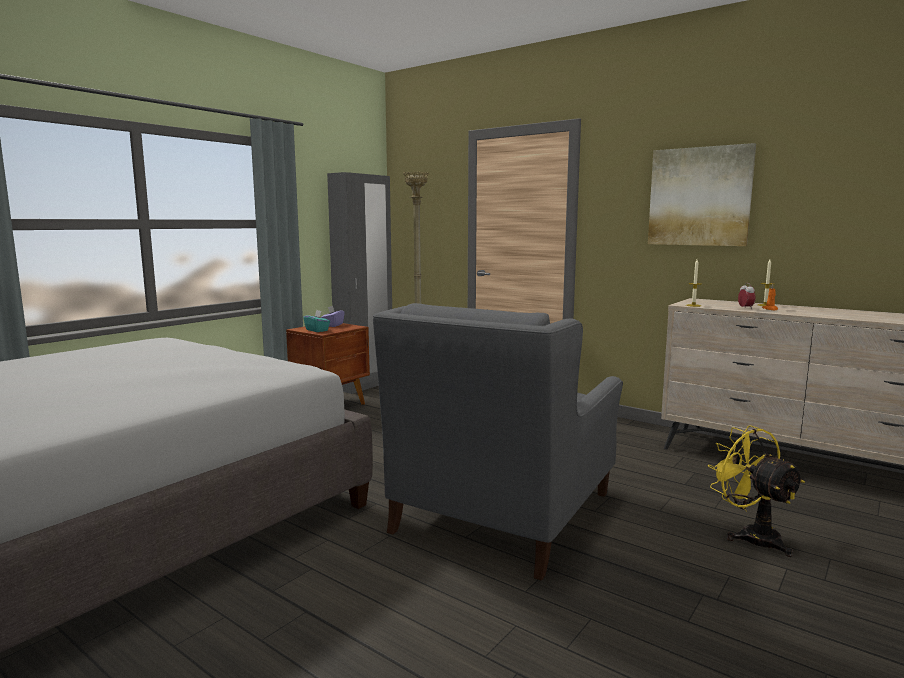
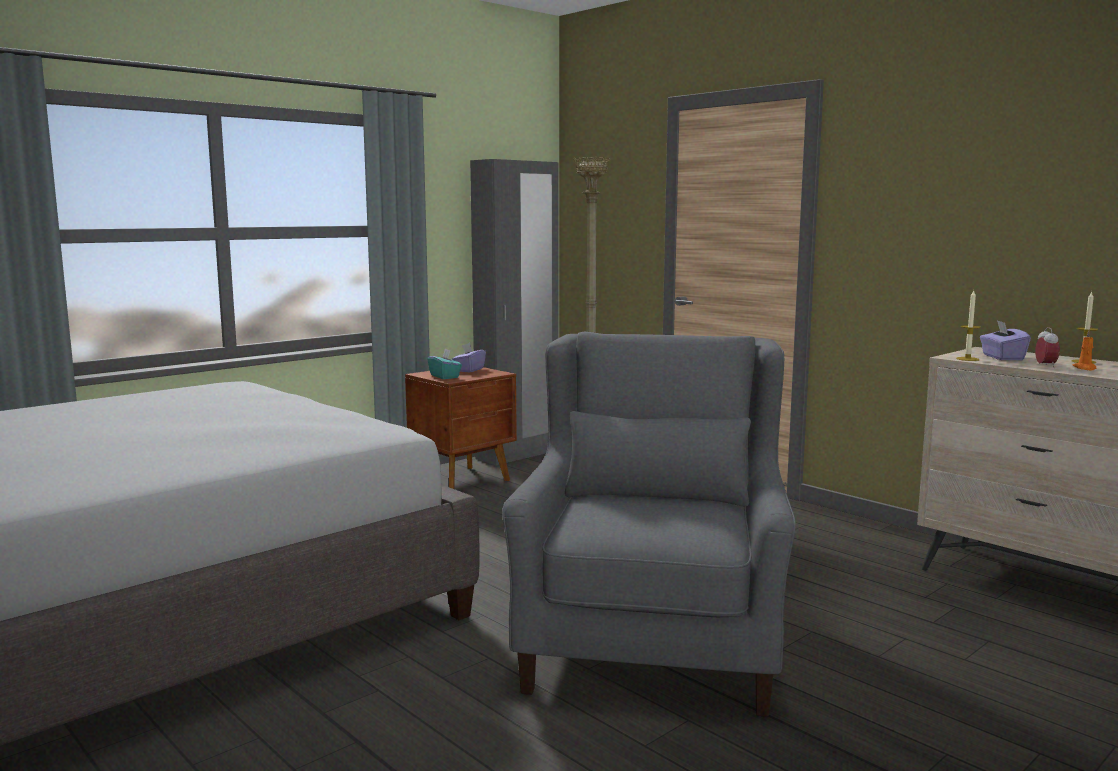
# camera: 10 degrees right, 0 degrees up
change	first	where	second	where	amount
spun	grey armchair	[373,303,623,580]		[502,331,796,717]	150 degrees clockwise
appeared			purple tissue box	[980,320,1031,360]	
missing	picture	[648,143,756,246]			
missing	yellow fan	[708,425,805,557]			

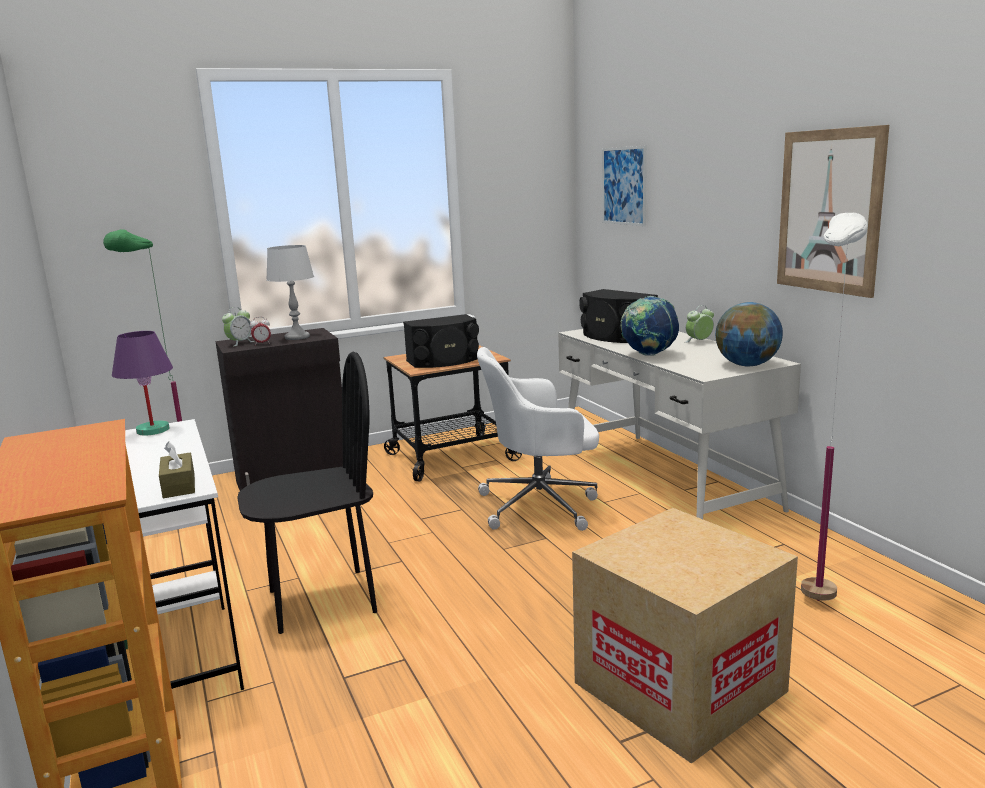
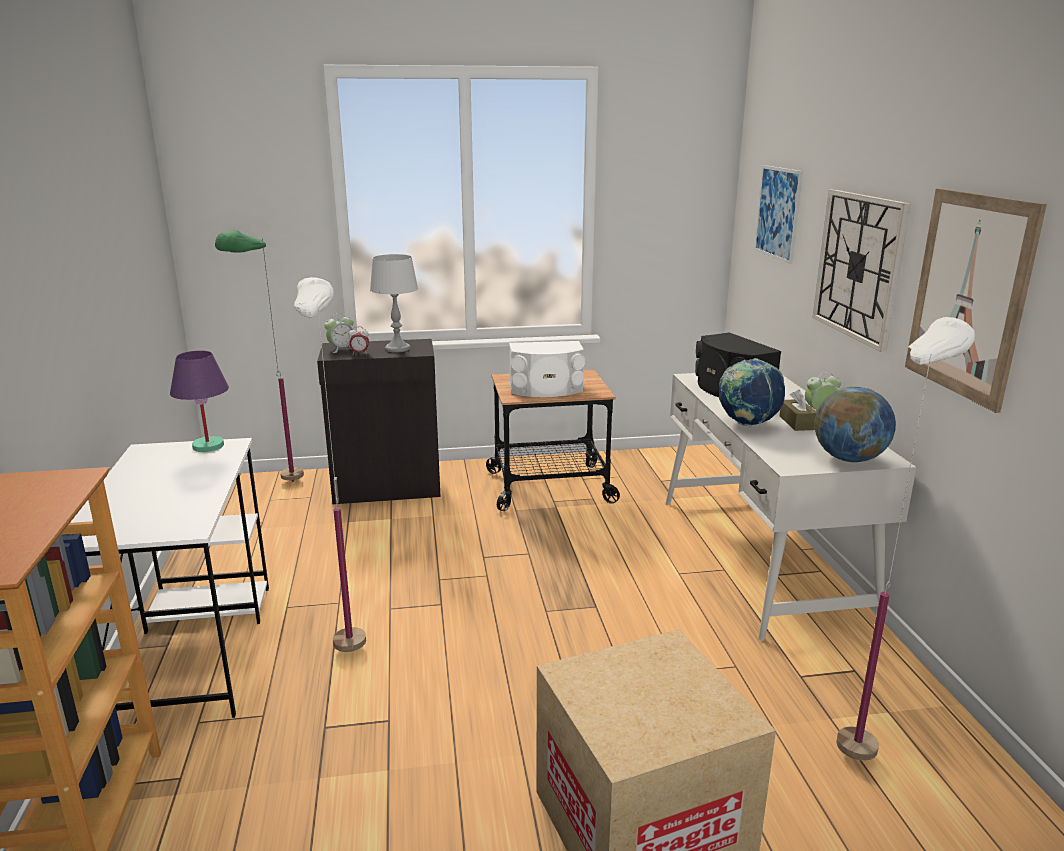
# camera: 15 degrees right, 5 degrees up
change	first	where	second	where	amount
exchanged	black chair	[237,352,377,634]	white floor lamp	[294,277,366,652]	
colour	black speaker	[403,314,479,368]	white speaker	[509,341,585,397]	
relocated	brown tissue box	[159,441,195,498]		[779,390,817,431]	
appeared			wall clock	[812,190,911,352]	
missing	white office chair	[477,347,599,531]			

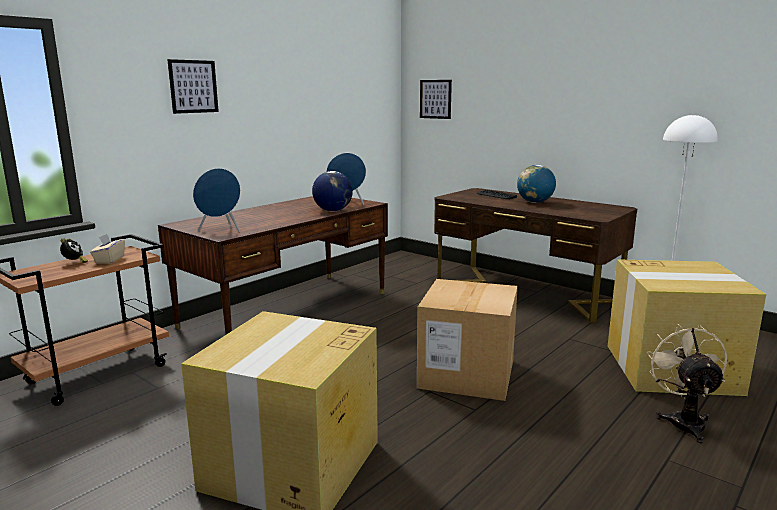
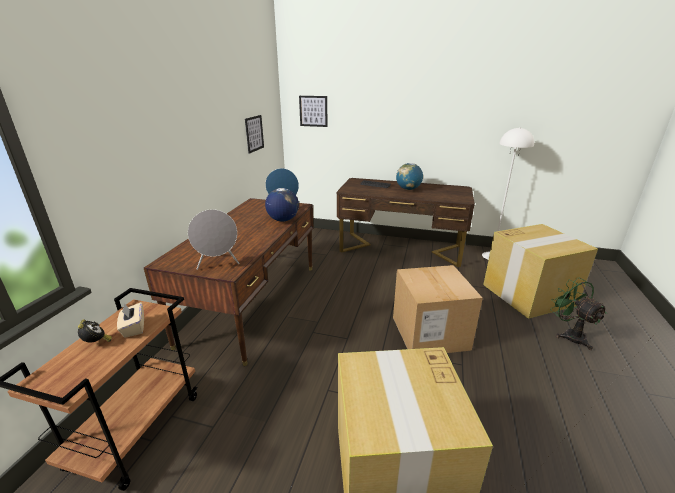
# camera: 25 degrees left, 10 degrees up
change	first	where	second	where	amount
colour	blue speaker	[193,168,241,233]	grey speaker	[188,209,240,270]	
relocated	picture	[167,59,219,114]		[245,115,264,154]	
colour	beige fan	[647,324,727,443]	green fan	[550,278,607,350]	

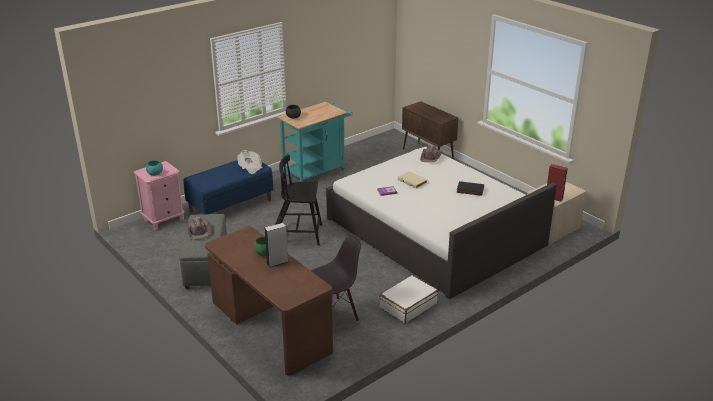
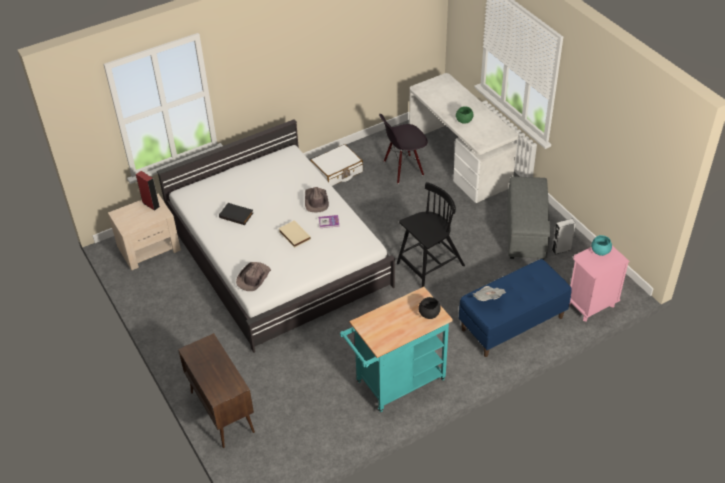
# camera: 170 degrees left, 15 degrees up
change	first	where	second	where	amount
relocated	brown hat	[186,217,210,240]		[305,187,329,212]	
spun	black chair	[275,154,322,246]		[397,182,465,287]	45 degrees counterclockwise
colour	brown desk	[205,226,333,376]	white desk	[409,73,519,203]	
relocated	grey speaker	[264,223,288,267]		[552,219,576,255]	

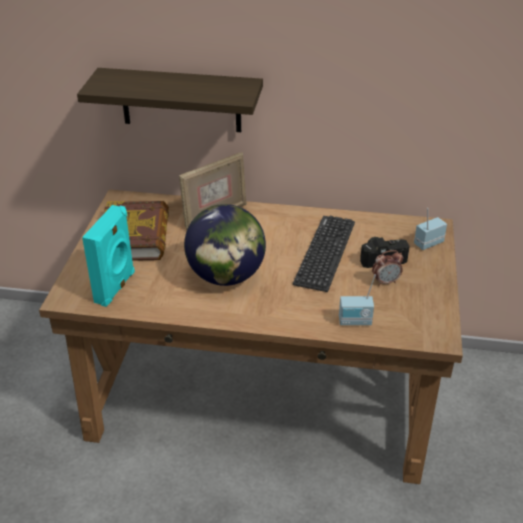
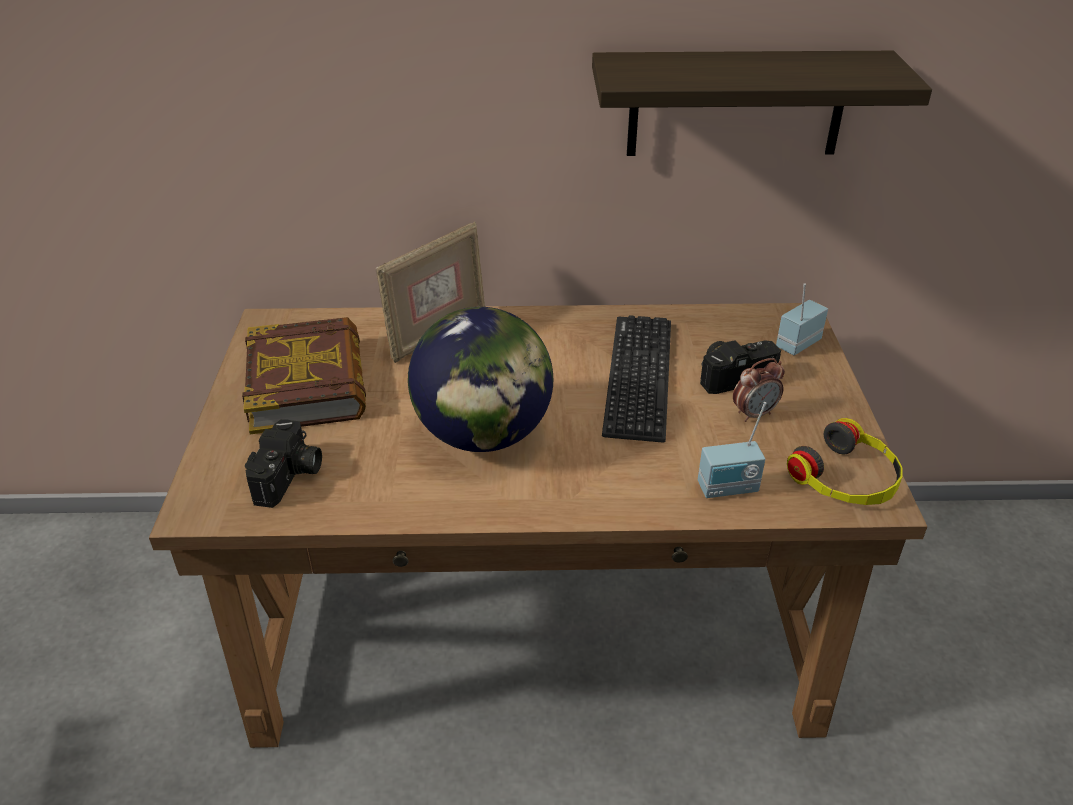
# camera: 10 degrees left, 0 degrees up
change	first	where	second	where	amount
exchanged	turquoise speaker	[82,205,135,307]	photo camera	[245,419,322,508]	
relocated	shelf	[77,68,263,132]		[592,51,932,156]	
appeared			headphones	[787,418,903,505]	

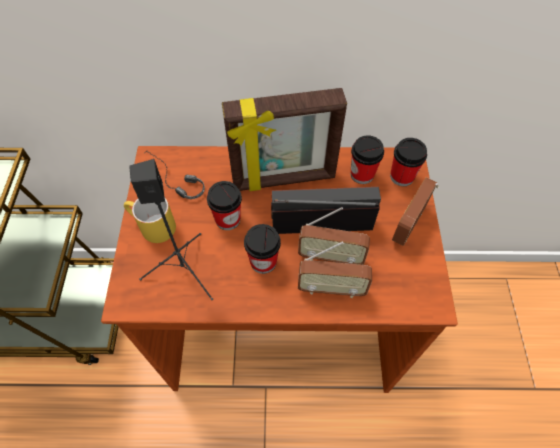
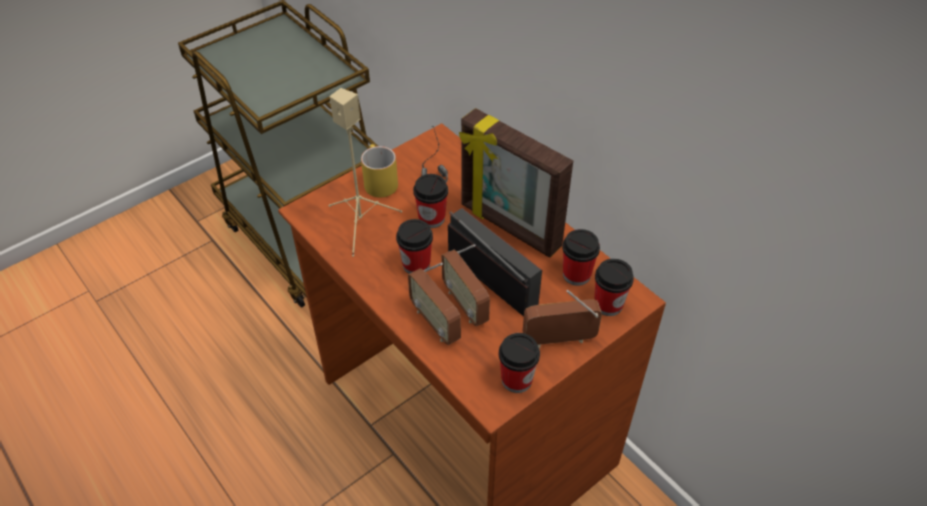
# camera: 50 degrees right, 10 degrees down
change	first	where	second	where	amount
colour	black speaker	[129,159,213,300]	beige speaker	[328,88,402,257]	
appeared			cup	[499,333,540,393]	

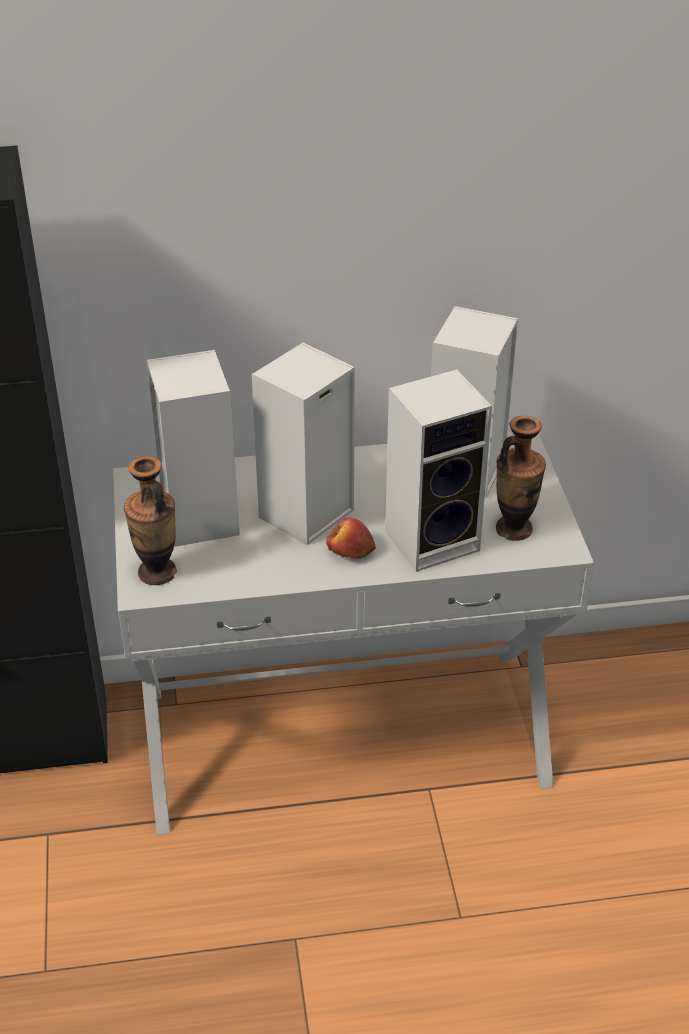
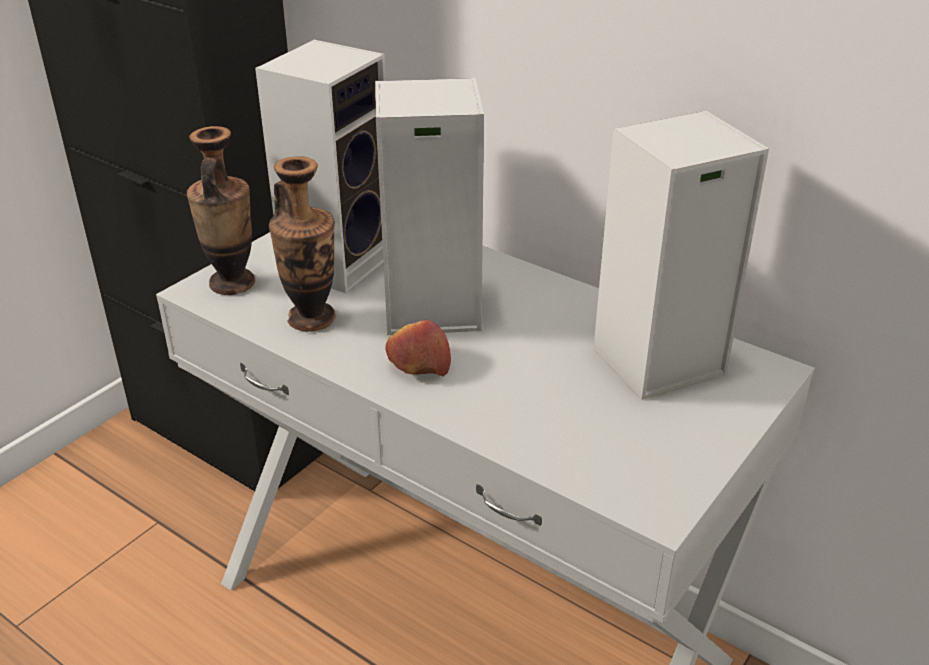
# camera: 45 degrees right, 5 degrees down
change	first	where	second	where	amount
relocated	vase	[496,416,546,541]		[269,156,335,332]	
missing	speaker	[385,369,492,572]			

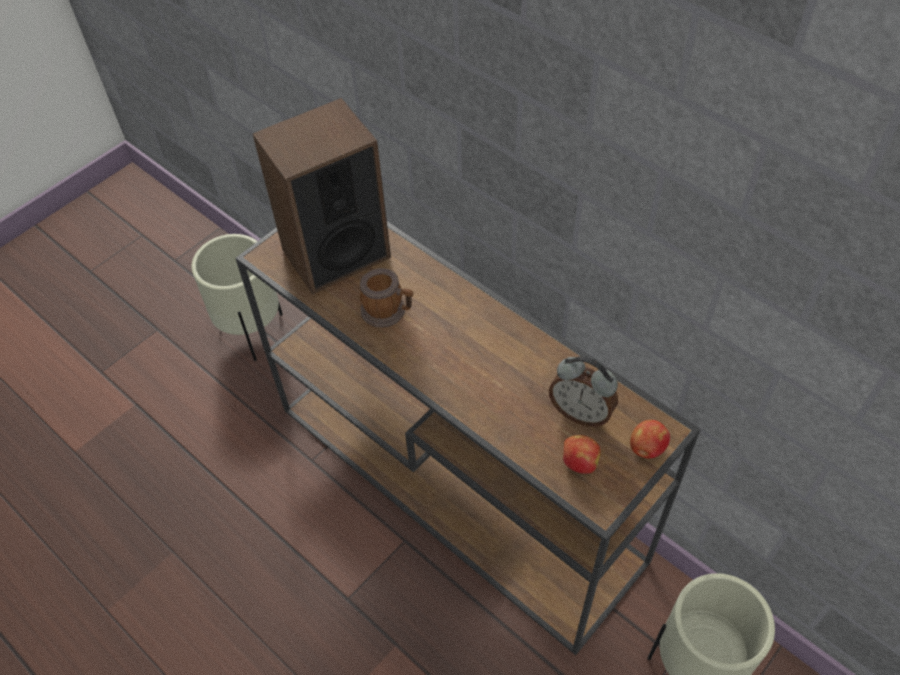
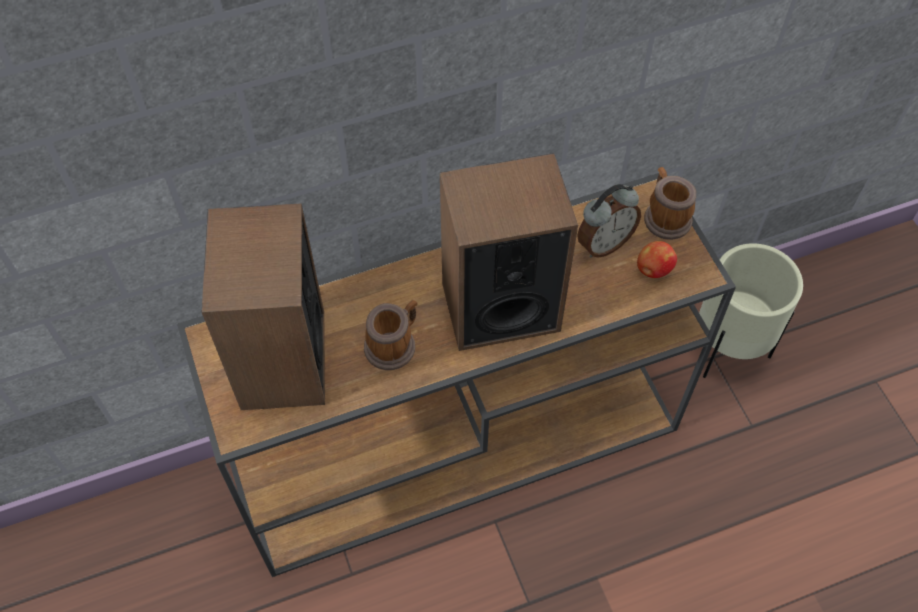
# camera: 65 degrees left, 5 degrees up
change	first	where	second	where	amount
appeared			speaker	[440,153,578,351]	
exchanged	apple	[630,420,670,458]	mug	[644,167,696,240]	
missing	beige planter	[192,234,283,361]			

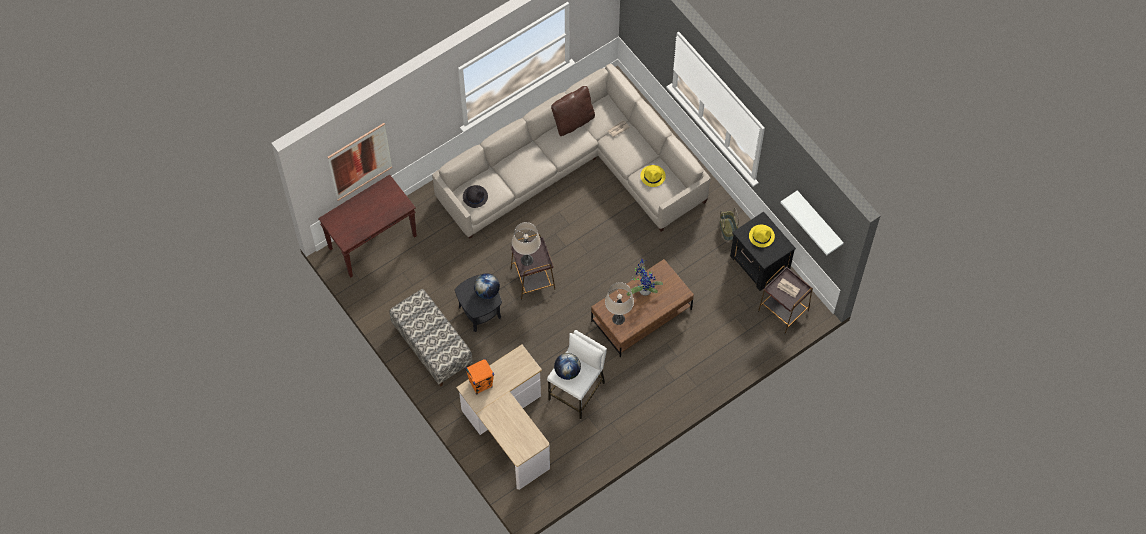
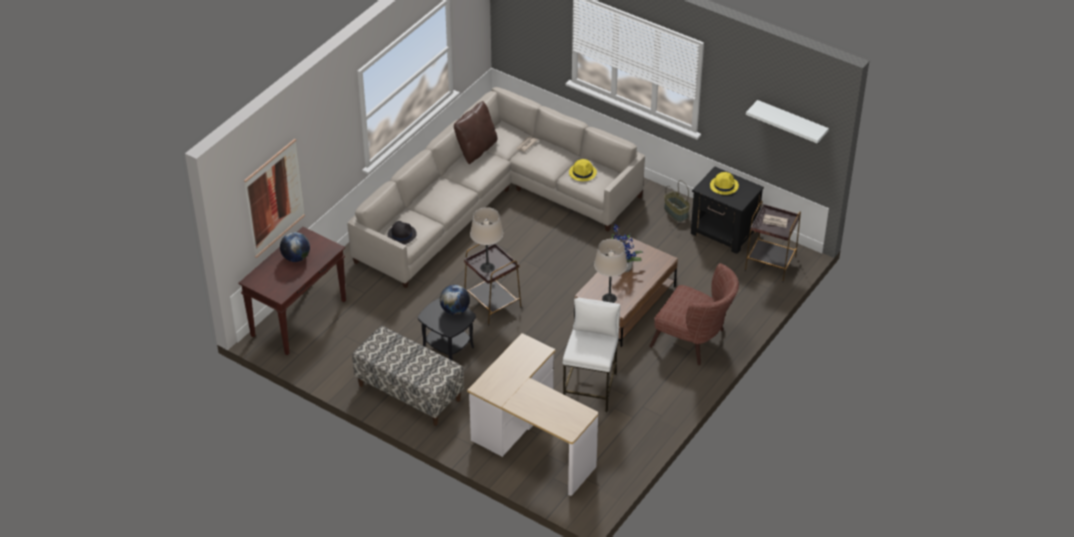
# camera: 20 degrees left, 20 degrees down
change	first	where	second	where	amount
relocated	globe	[554,353,581,380]		[280,232,310,262]	
appeared			brown armchair	[649,263,739,365]	
missing	orange speaker	[465,358,494,395]			

